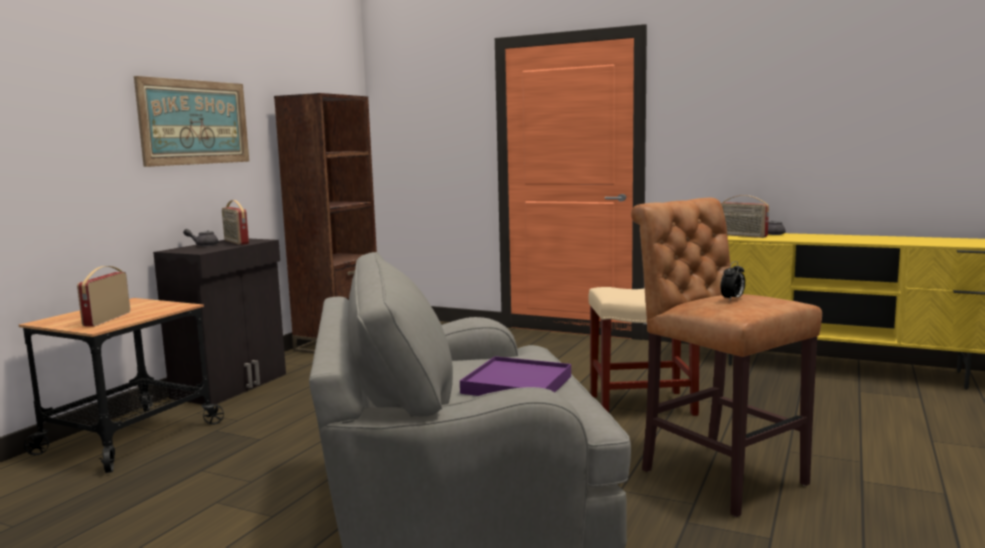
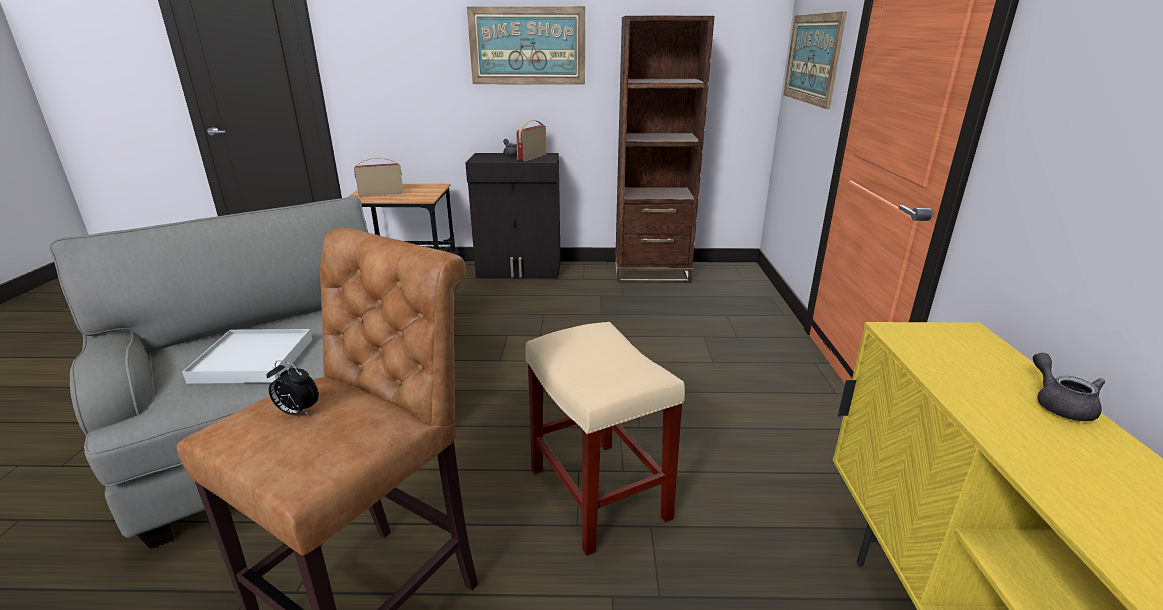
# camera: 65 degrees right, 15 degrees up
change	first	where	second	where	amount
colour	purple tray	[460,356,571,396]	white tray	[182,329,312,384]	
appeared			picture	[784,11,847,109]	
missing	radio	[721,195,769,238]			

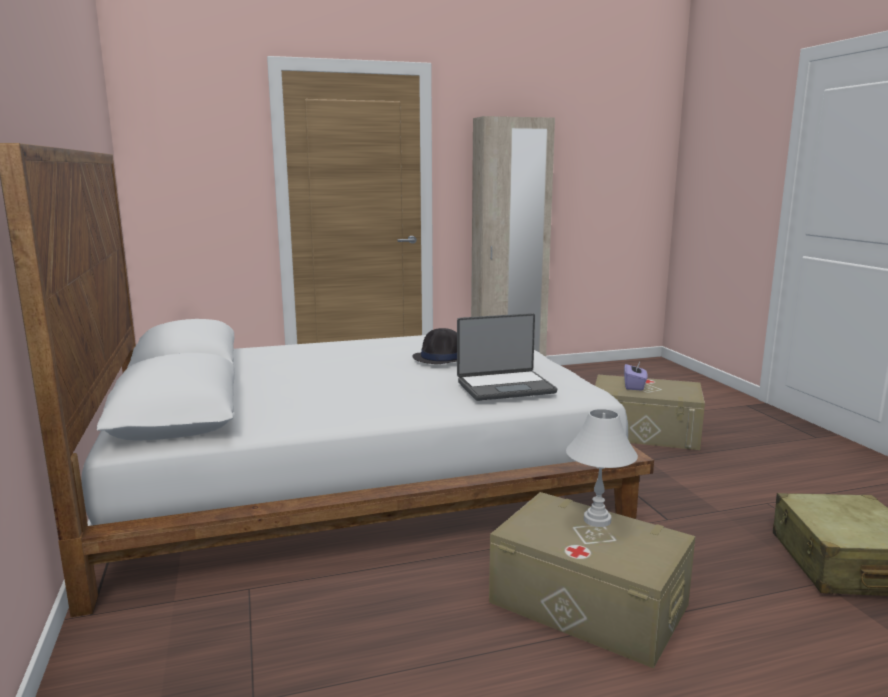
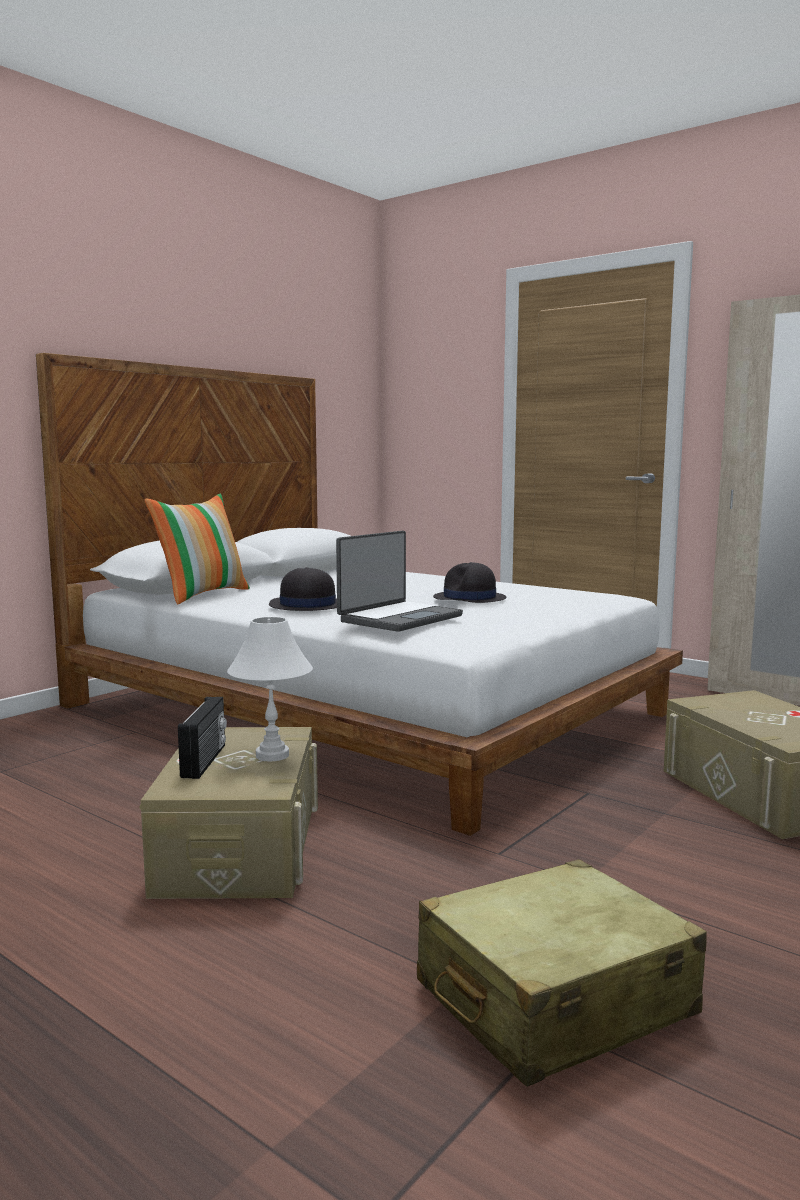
# camera: 55 degrees right, 5 degrees down
change	first	where	second	where	amount
appeared			pillow	[144,494,250,604]	
appeared			radio	[178,697,227,779]	
appeared			black hat	[269,567,337,611]	
spun	laptop	[457,313,557,401]		[336,531,463,632]	90 degrees counterclockwise
missing	purple tissue box	[624,362,647,391]			

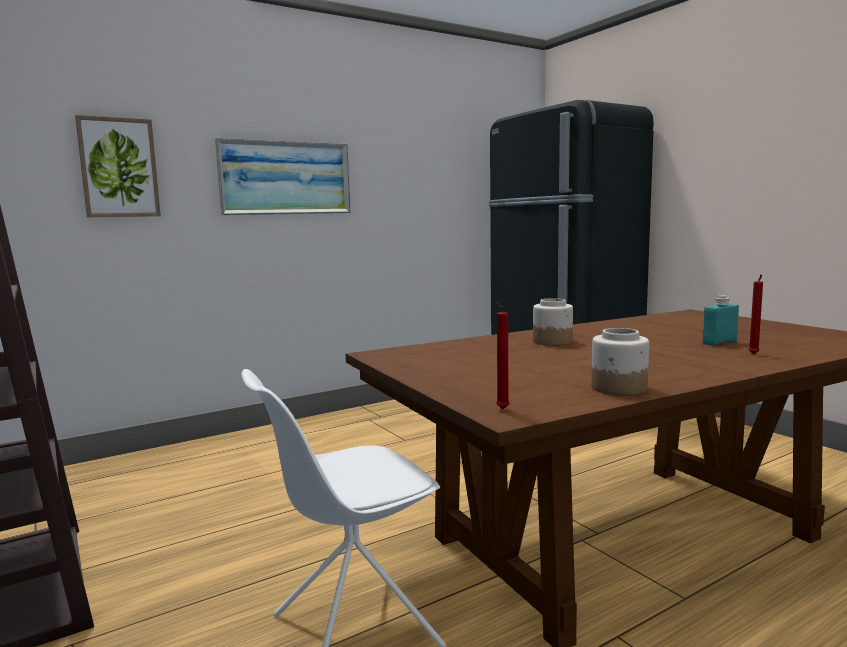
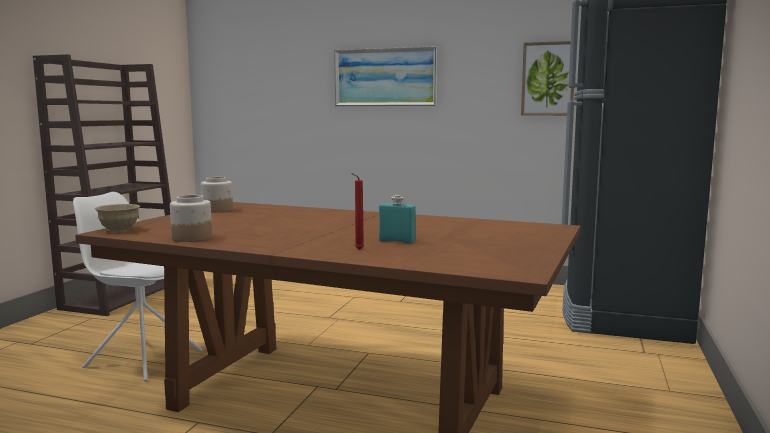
# camera: 50 degrees right, 0 degrees up
change	first	where	second	where	amount
exchanged	red candle	[496,303,510,409]	beige bowl	[95,204,140,232]	
relocated	jar	[533,298,573,346]		[201,177,233,213]	
relocated	picture	[75,115,161,217]		[521,41,574,116]	

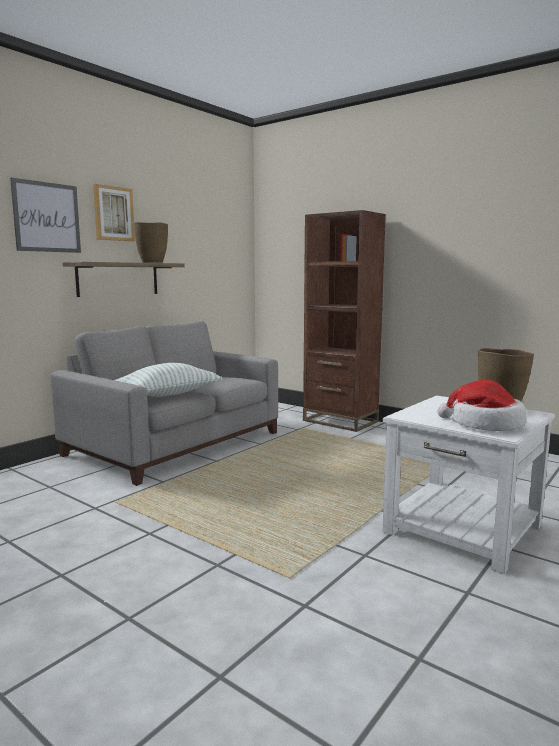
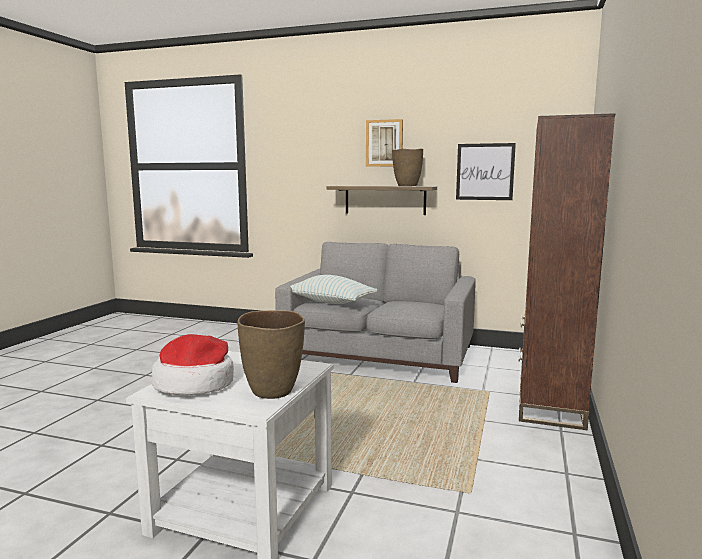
# camera: 70 degrees right, 0 degrees up
change	first	where	second	where	amount
relocated	picture	[10,177,81,253]		[456,143,516,200]	

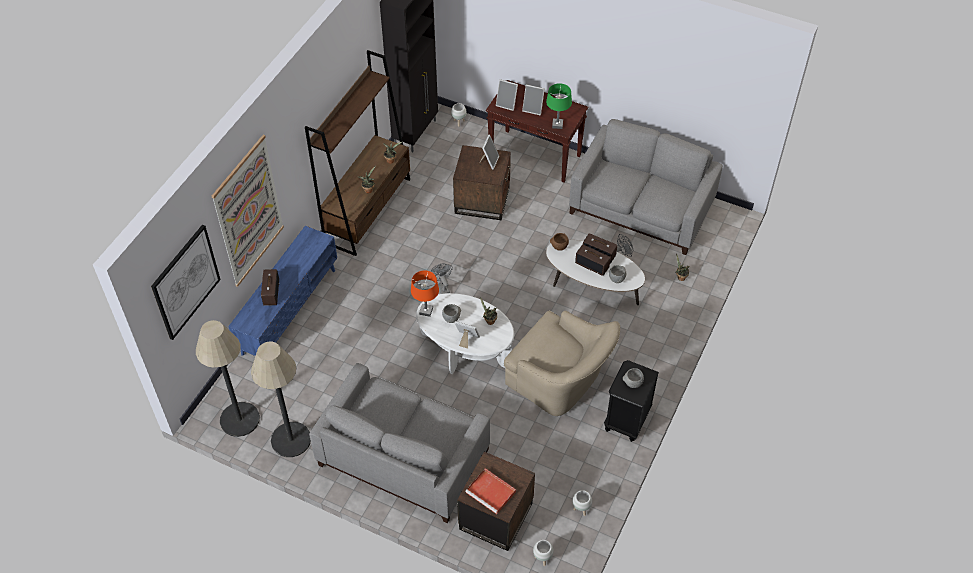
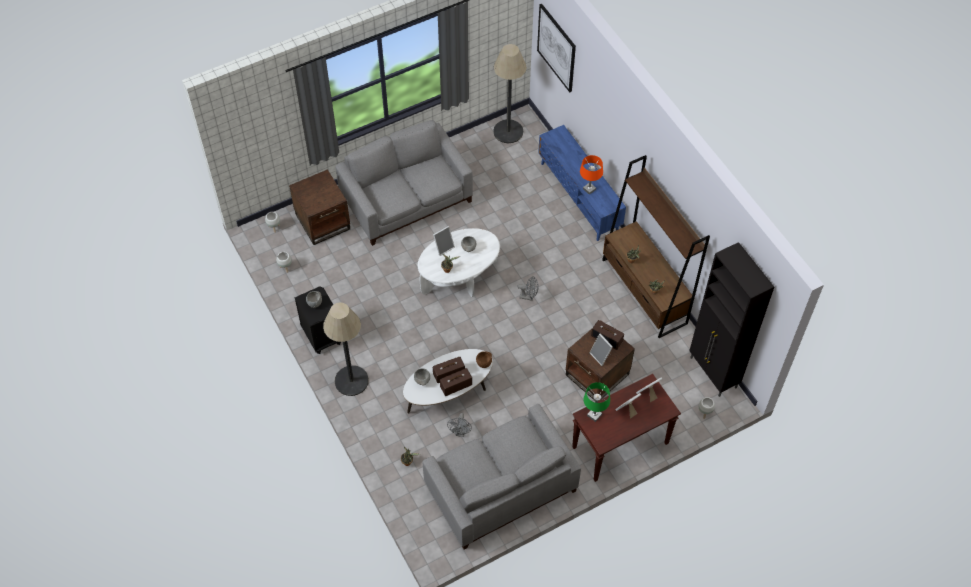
# camera: 125 degrees right, 5 degrees up
change	first	where	second	where	amount
relocated	floor lamp	[251,342,311,457]		[323,303,369,396]	
relocated	orange table lamp	[411,270,439,317]		[580,155,603,195]	
relocated	radio	[261,269,280,306]		[591,320,624,350]	
missing	picture	[212,135,284,287]			
missing	red tray	[465,468,516,514]			
missing	beige armchair	[504,310,620,416]			

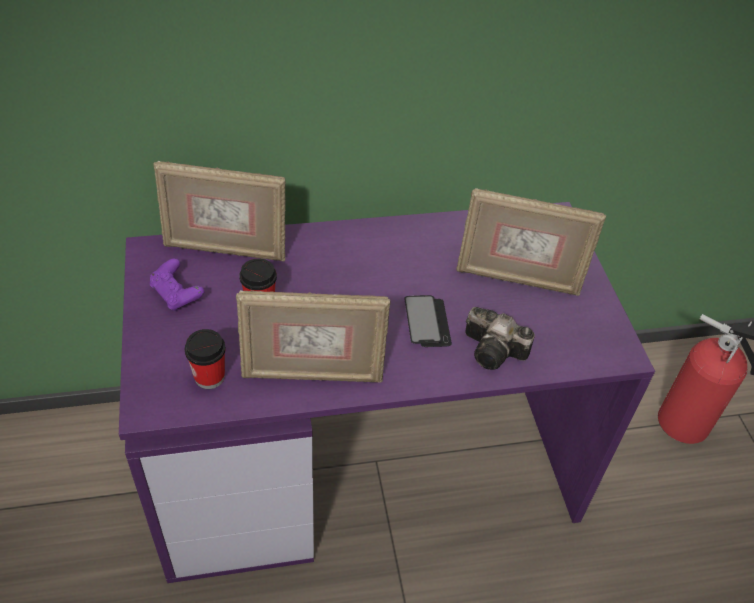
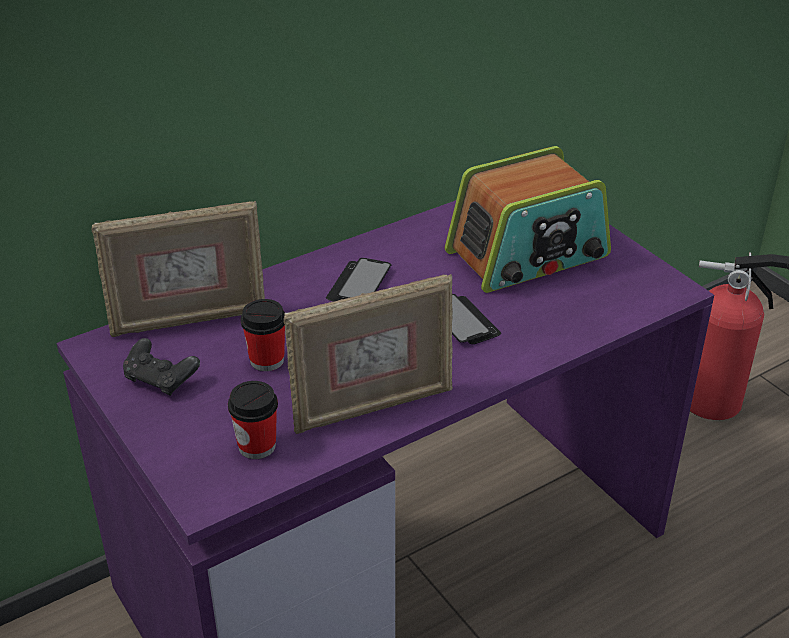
# camera: 20 degrees left, 10 degrees down
change	first	where	second	where	amount
colour	purple game controller	[150,258,204,311]	black game controller	[123,338,200,396]	
appeared			phone	[326,258,391,302]	
exchanged	picture frame	[456,188,606,296]	radio	[445,146,611,293]	
missing	photo camera	[465,307,535,370]			

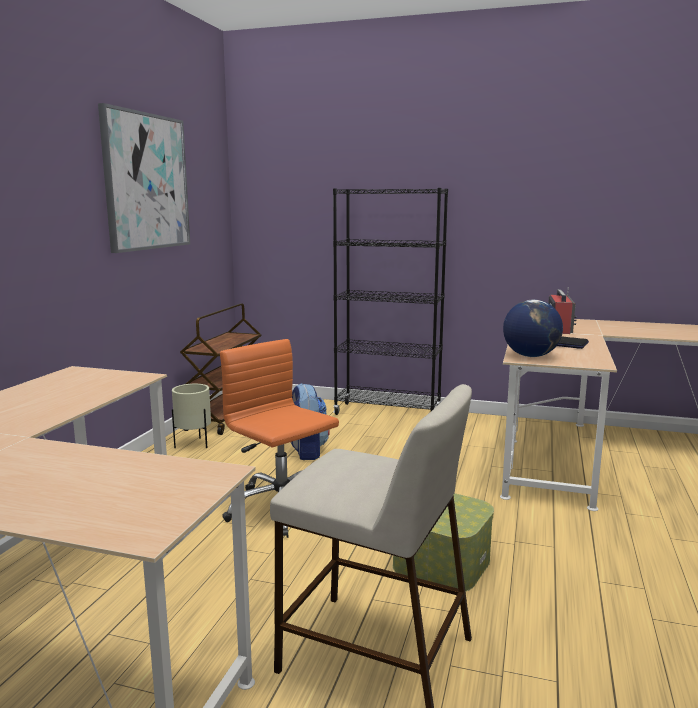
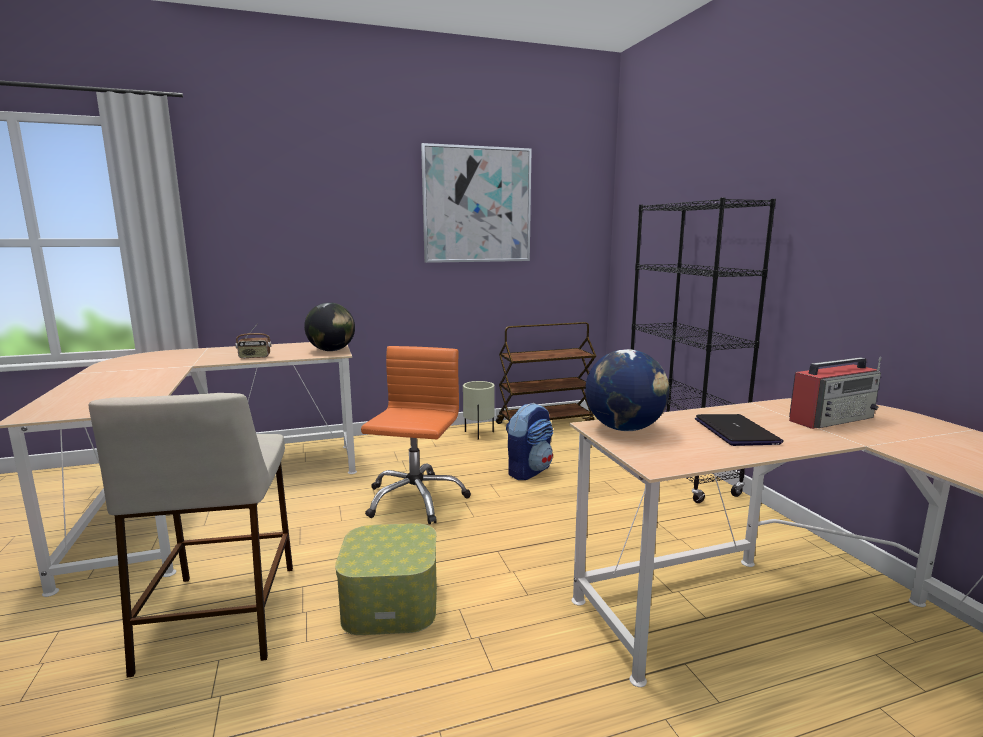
# camera: 55 degrees right, 0 degrees up
change	first	where	second	where	amount
appeared			radio	[236,323,272,359]	
appeared			globe	[304,302,355,351]	

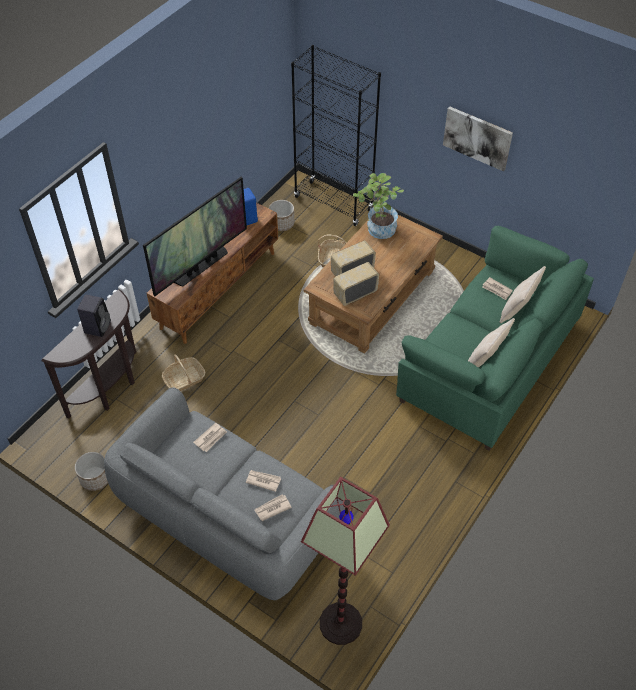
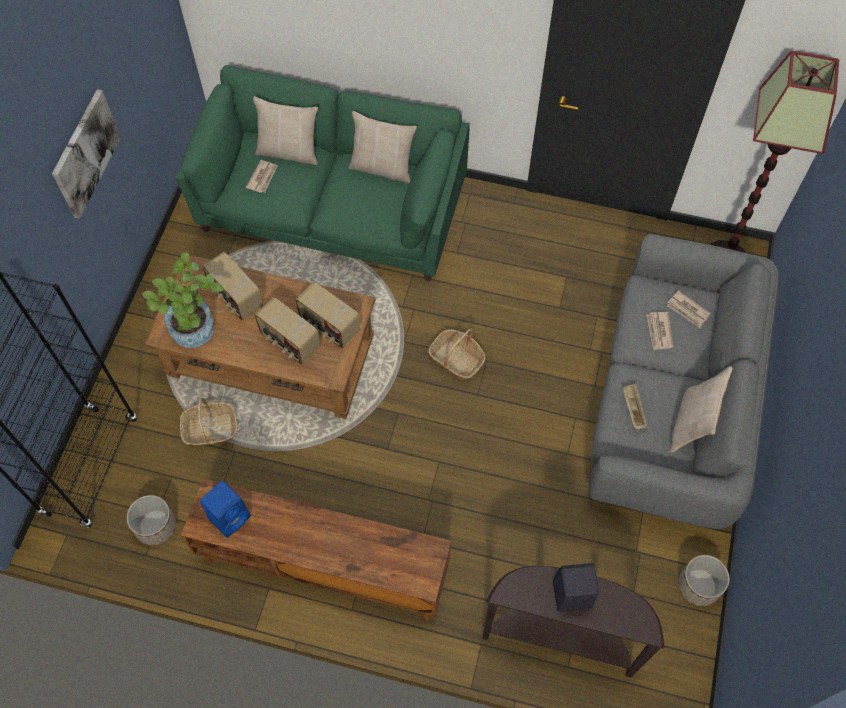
# camera: 110 degrees left, 10 degrees up
change	first	where	second	where	amount
appeared			radio	[202,252,263,320]	
relocated	basket	[162,355,205,391]		[428,328,485,380]	
exchanged	newspaper	[193,423,227,452]	beige tray	[623,384,648,429]	
appeared			beige pillow	[670,366,733,453]	
missing	television	[143,177,247,296]			

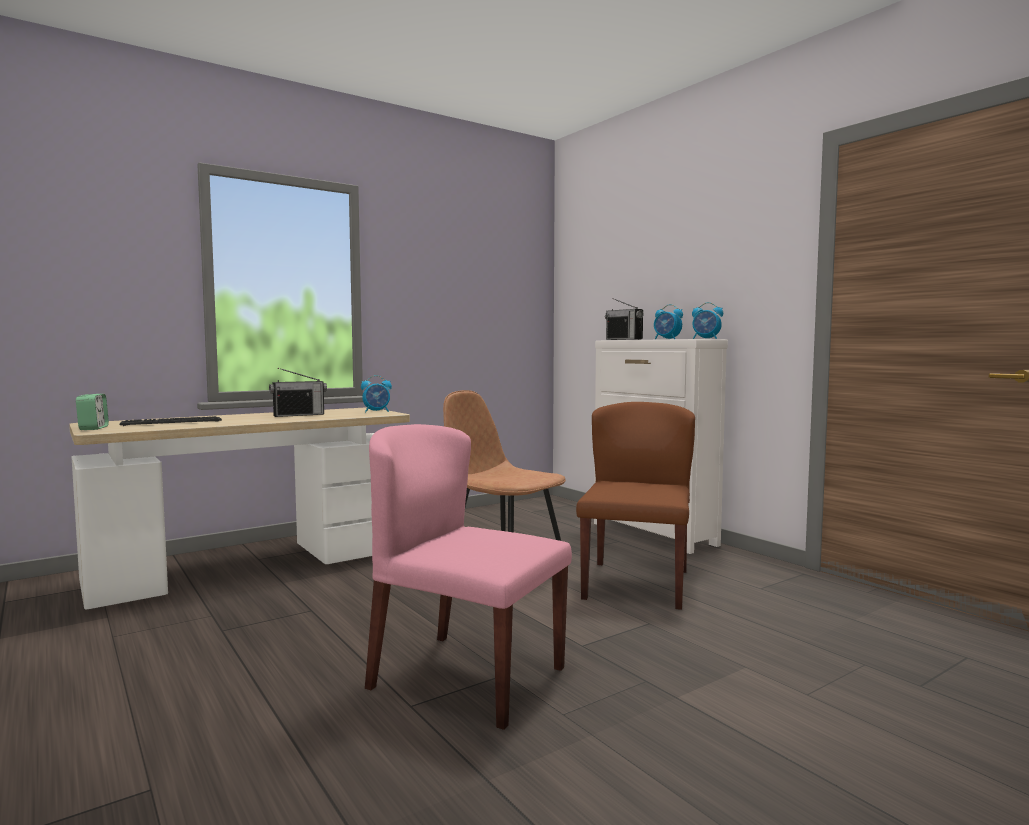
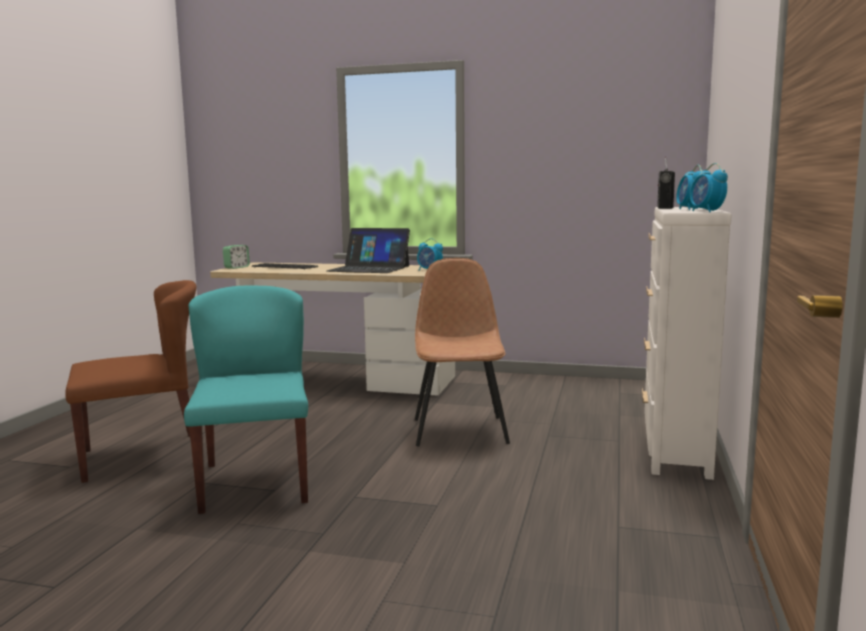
# camera: 50 degrees right, 5 degrees up
change	first	where	second	where	amount
relocated	brown chair	[576,402,695,610]		[65,280,197,483]	
colour	pink chair	[365,424,572,730]	turquoise chair	[184,286,308,514]	
exchanged	radio	[269,368,327,417]	laptop	[327,228,410,273]	

